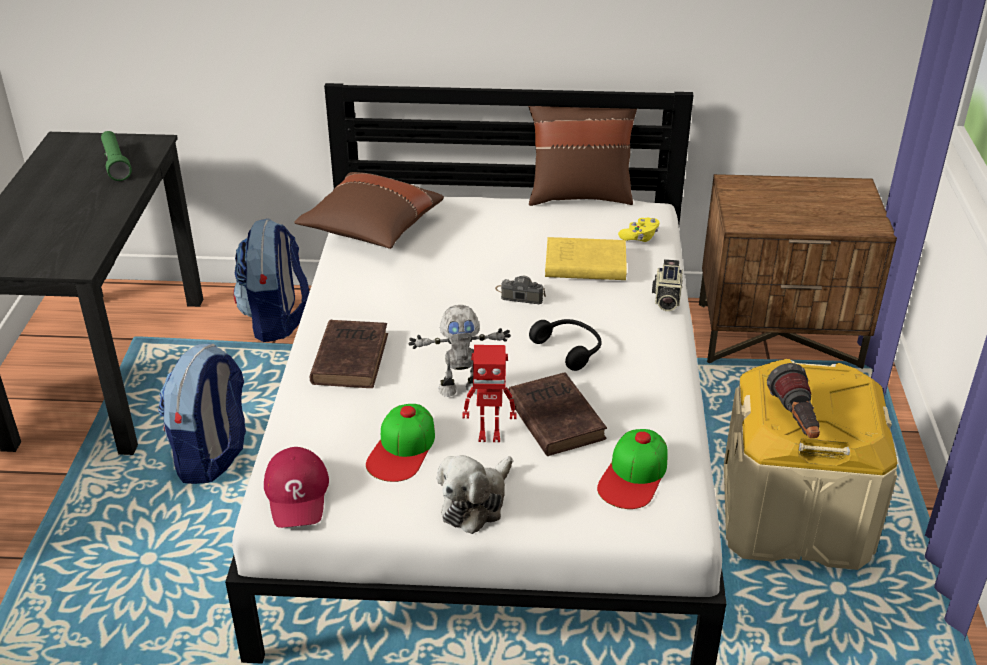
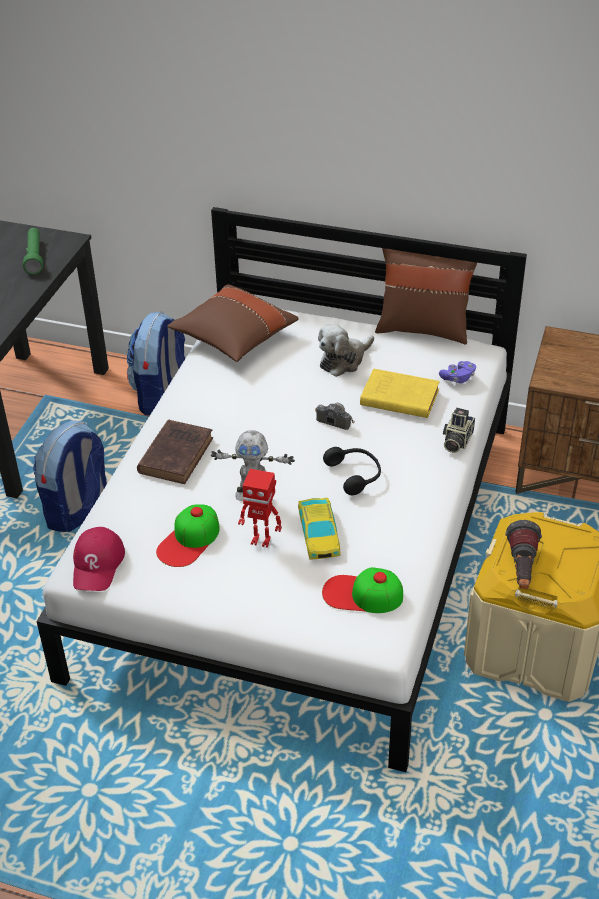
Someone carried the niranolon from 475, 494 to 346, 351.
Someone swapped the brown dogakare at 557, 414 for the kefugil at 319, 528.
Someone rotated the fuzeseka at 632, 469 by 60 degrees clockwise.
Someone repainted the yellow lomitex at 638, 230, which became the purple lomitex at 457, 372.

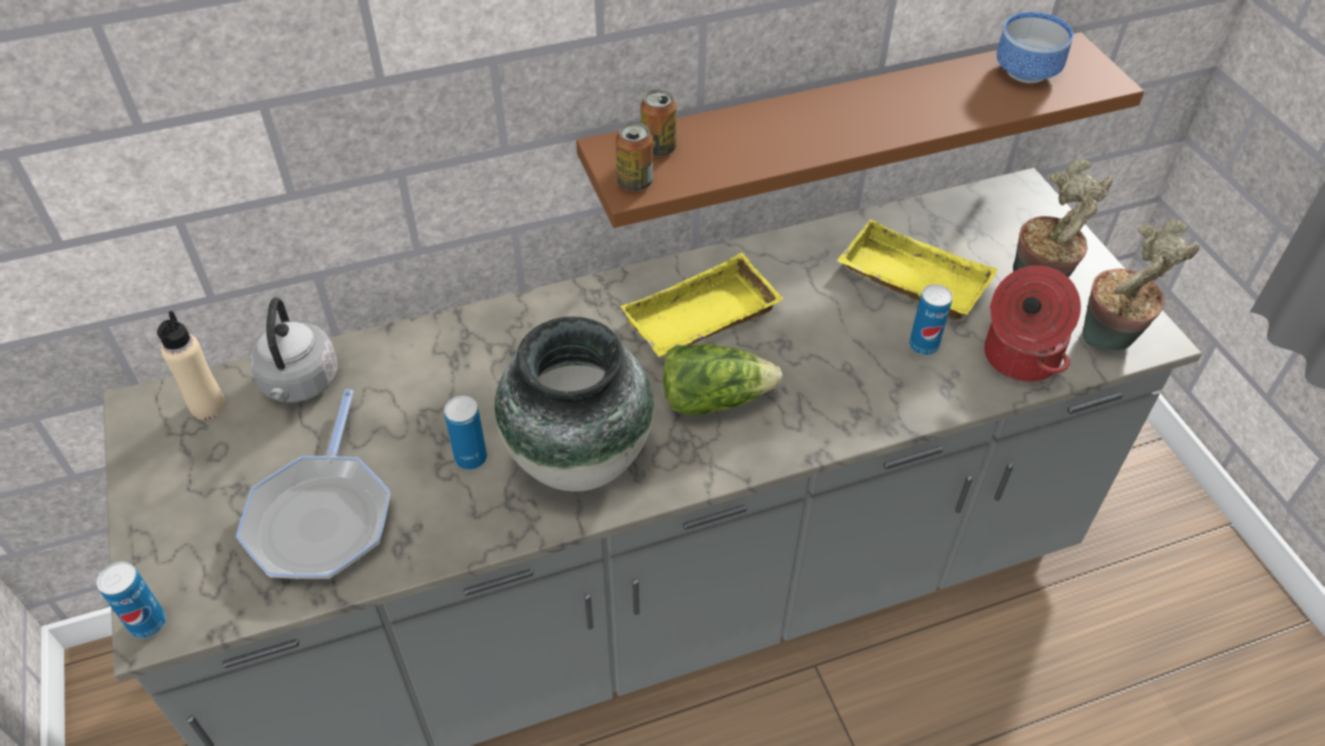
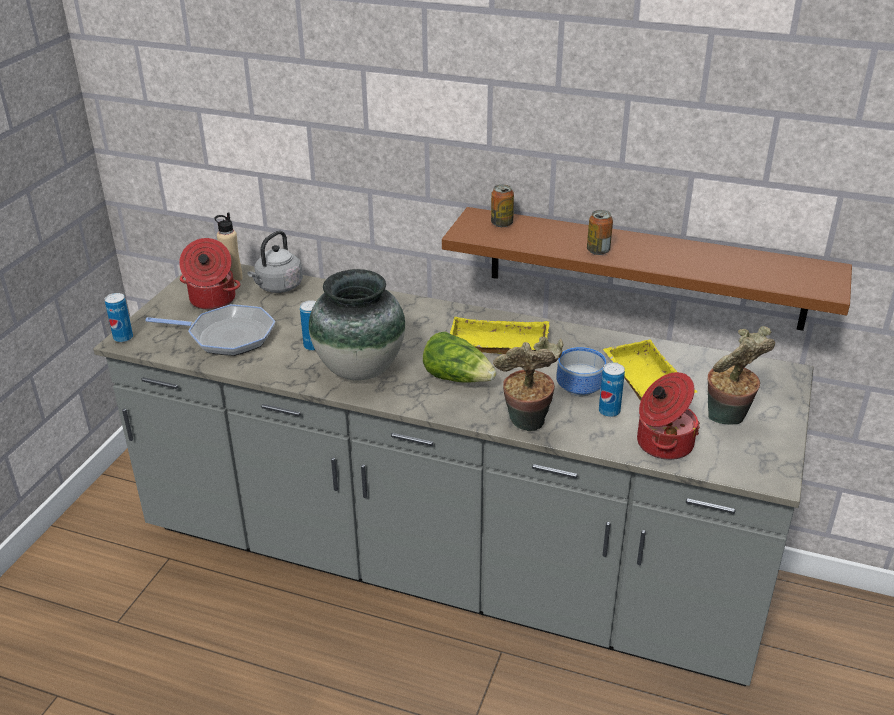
Someone rotated the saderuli at 313, 484 by 120 degrees counterclockwise.
Someone carried the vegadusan from 634, 156 to 600, 232.
Someone carried the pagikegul from 1034, 47 to 581, 371.
Someone carried the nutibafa from 1141, 284 to 528, 384.
Someone put down the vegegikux at 209, 274.

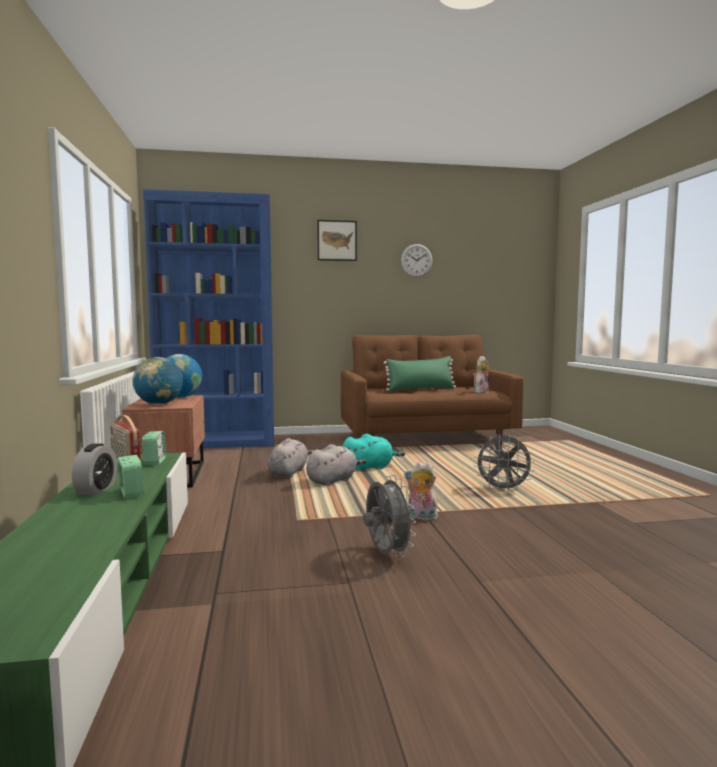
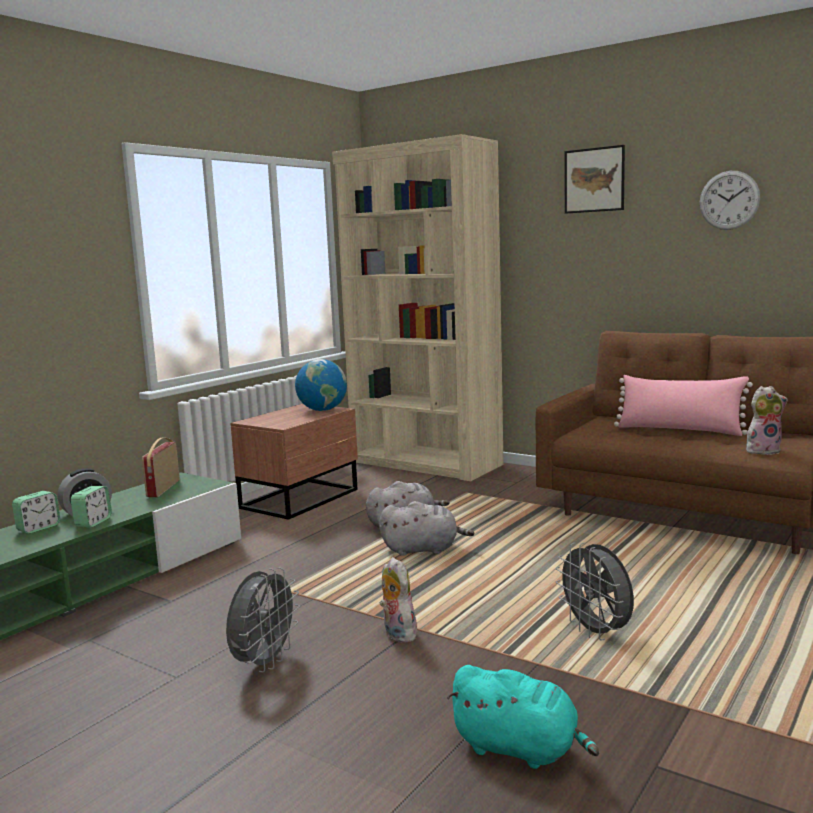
Someone took away the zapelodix at 157, 381.
Someone carried the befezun from 154, 448 to 36, 512.
Someone repainted the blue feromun at 208, 319, which became the beige feromun at 418, 307.
Someone carried the turquoise niranolon from 374, 452 to 522, 717.
Someone repainted the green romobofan at 420, 373, which became the pink romobofan at 683, 405.

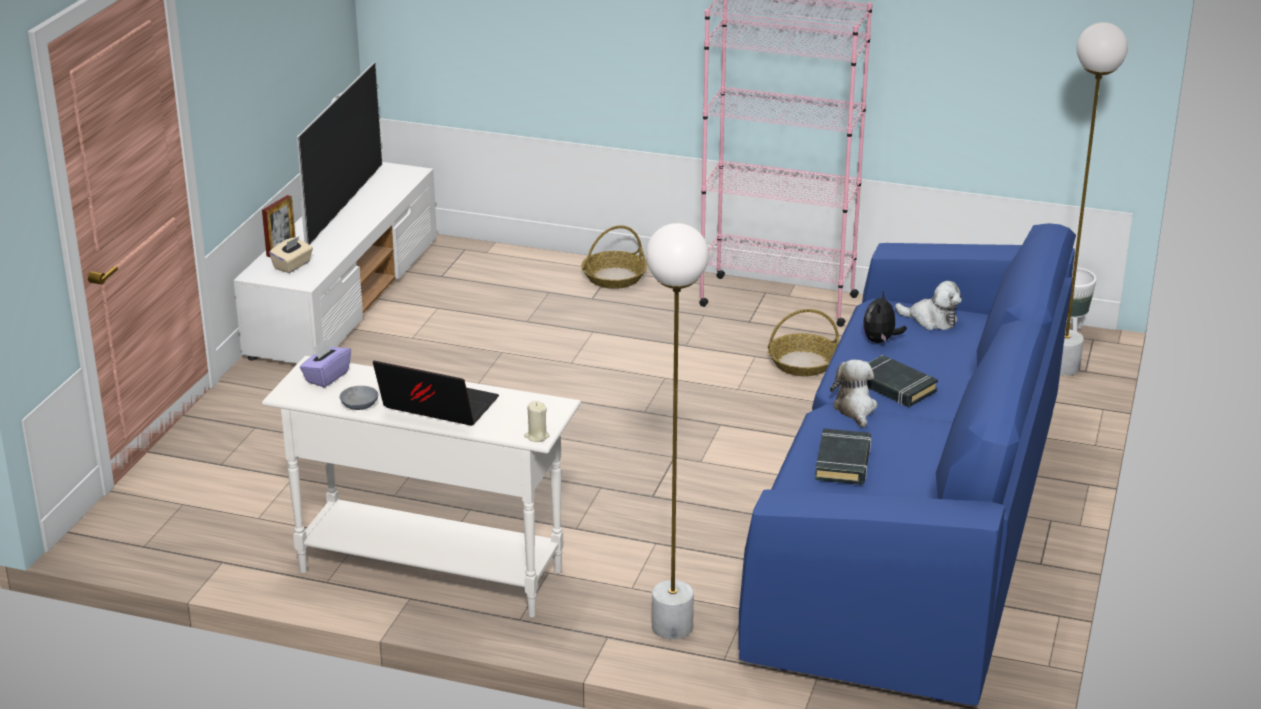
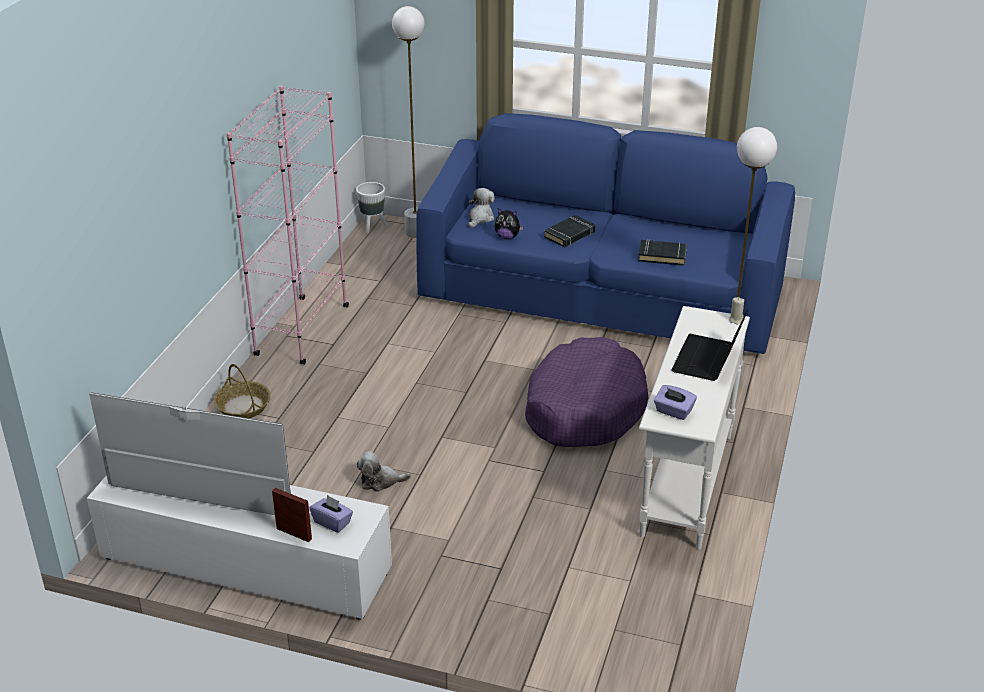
Someone repainted the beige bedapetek at 291, 255, which became the purple bedapetek at 331, 514.
Someone took away the grey pagikegul at 359, 398.
Someone took away the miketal at 803, 342.
Someone carried the niranolon from 853, 393 to 384, 471.
Someone put down the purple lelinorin at 587, 392.

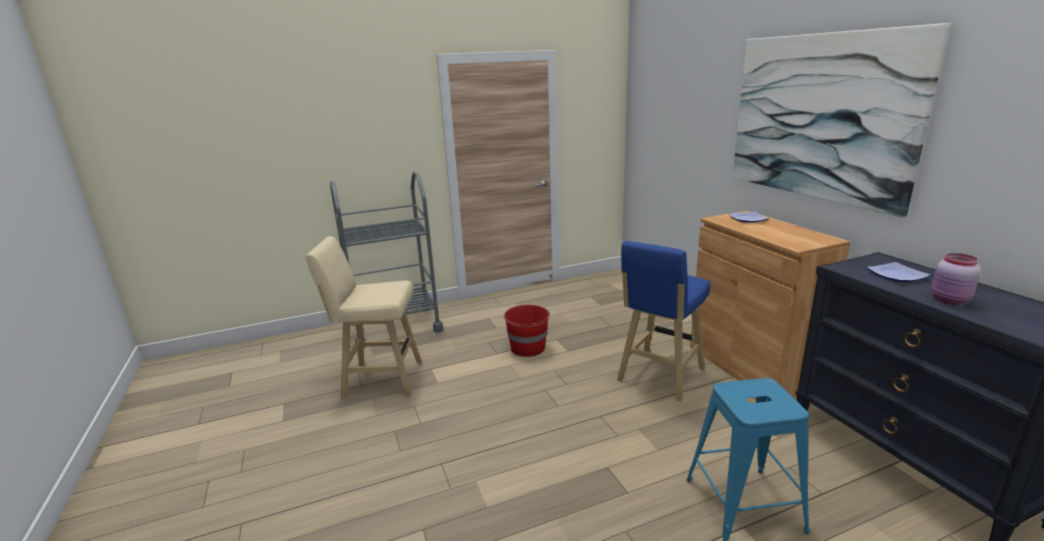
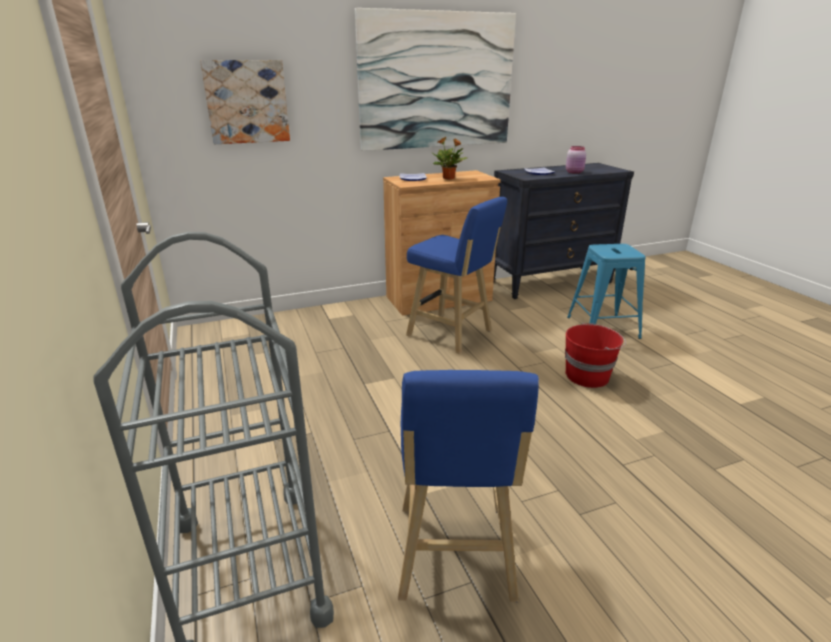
Someone repainted the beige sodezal at 363, 317, which became the blue sodezal at 468, 486.
Someone carried the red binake from 527, 331 to 595, 355.
Someone put up the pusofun at 245, 102.
Someone put down the nutibafa at 449, 158.

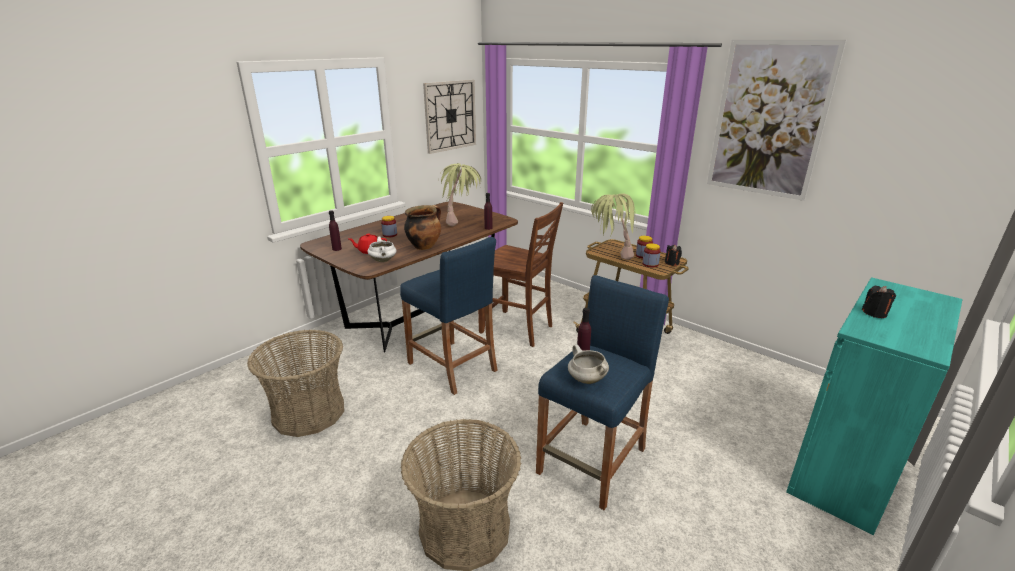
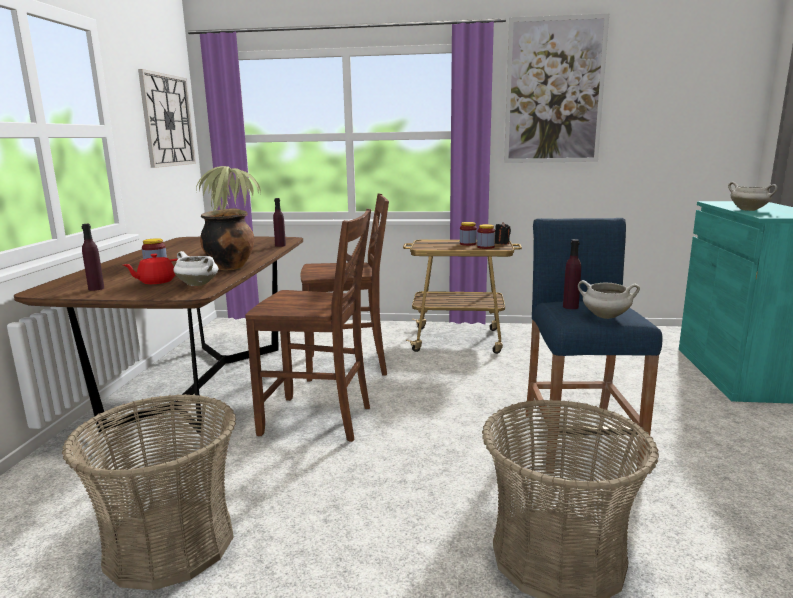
Someone swapped the blue sodezal at 449, 316 for the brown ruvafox at 308, 325.
Someone took away the nutibafa at 614, 226.
Someone swapped the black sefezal at 879, 302 for the white vegegikux at 753, 196.

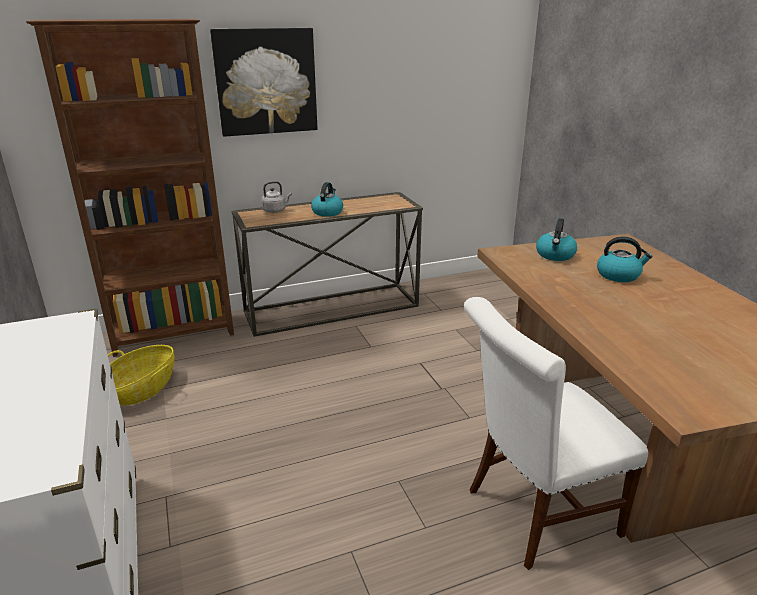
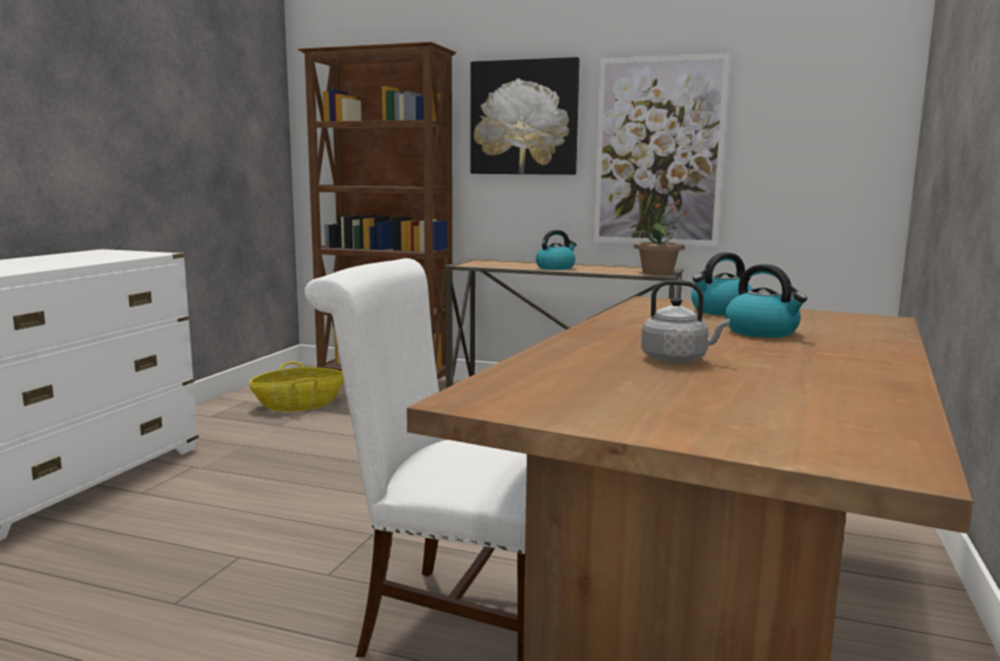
Someone carried the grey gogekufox from 276, 197 to 685, 321.
Someone put up the pusofun at 662, 149.
Someone put down the nutibafa at 660, 234.

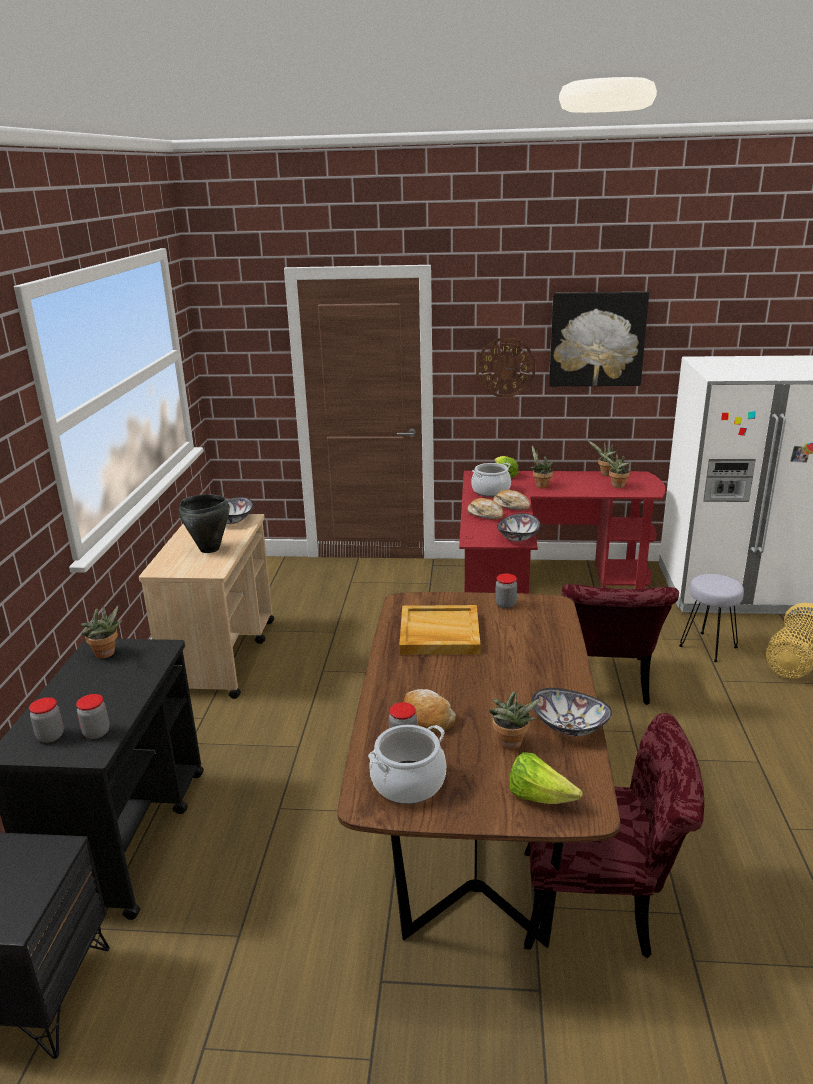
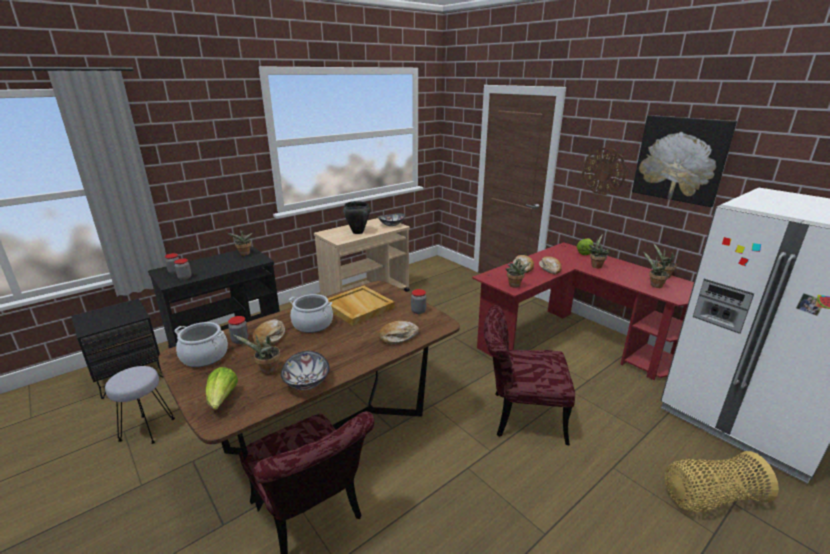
Someone carried the vegegikux from 491, 480 to 311, 313.
Someone swapped the pagikegul at 519, 527 for the nutibafa at 518, 273.
Someone rotated the red ruvafox at 620, 644 by 45 degrees clockwise.
Someone carried the grey sodezal from 711, 618 to 140, 405.
Someone put down the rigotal at 399, 332.

